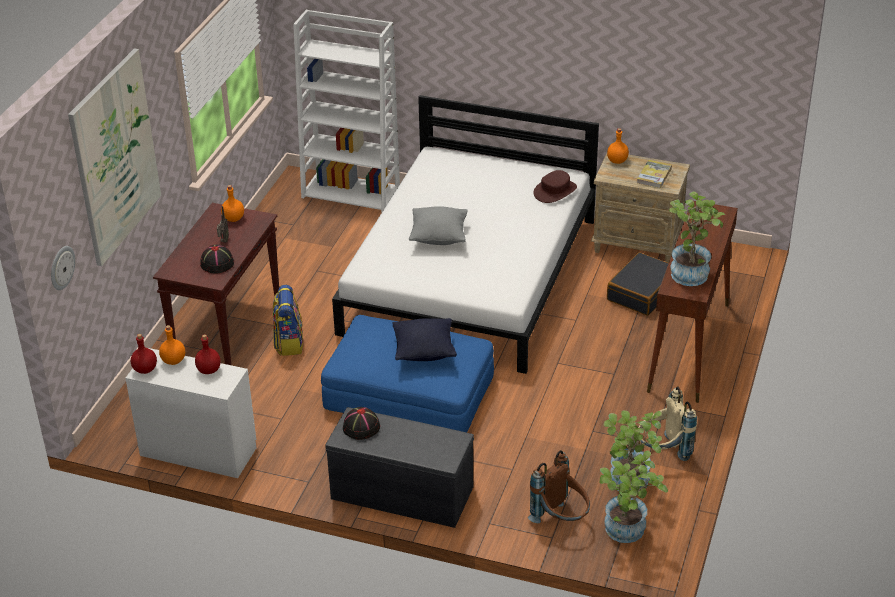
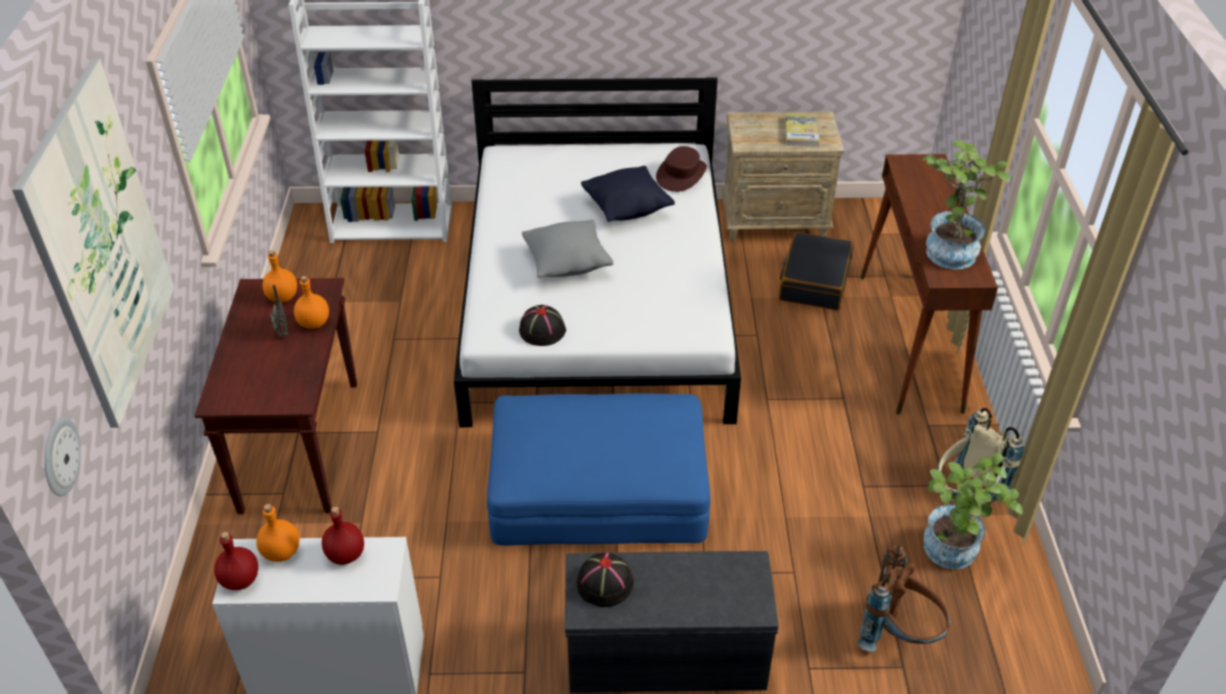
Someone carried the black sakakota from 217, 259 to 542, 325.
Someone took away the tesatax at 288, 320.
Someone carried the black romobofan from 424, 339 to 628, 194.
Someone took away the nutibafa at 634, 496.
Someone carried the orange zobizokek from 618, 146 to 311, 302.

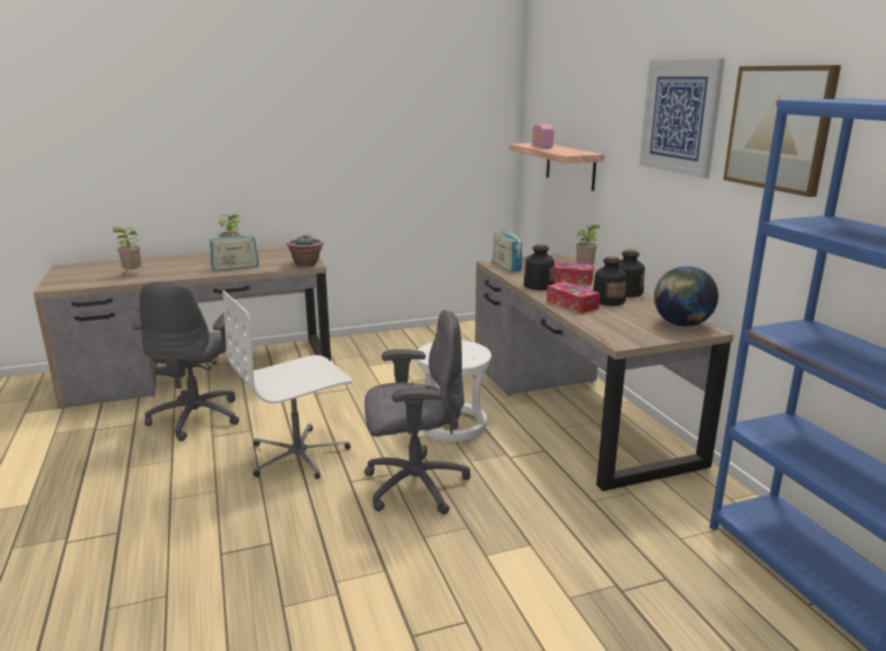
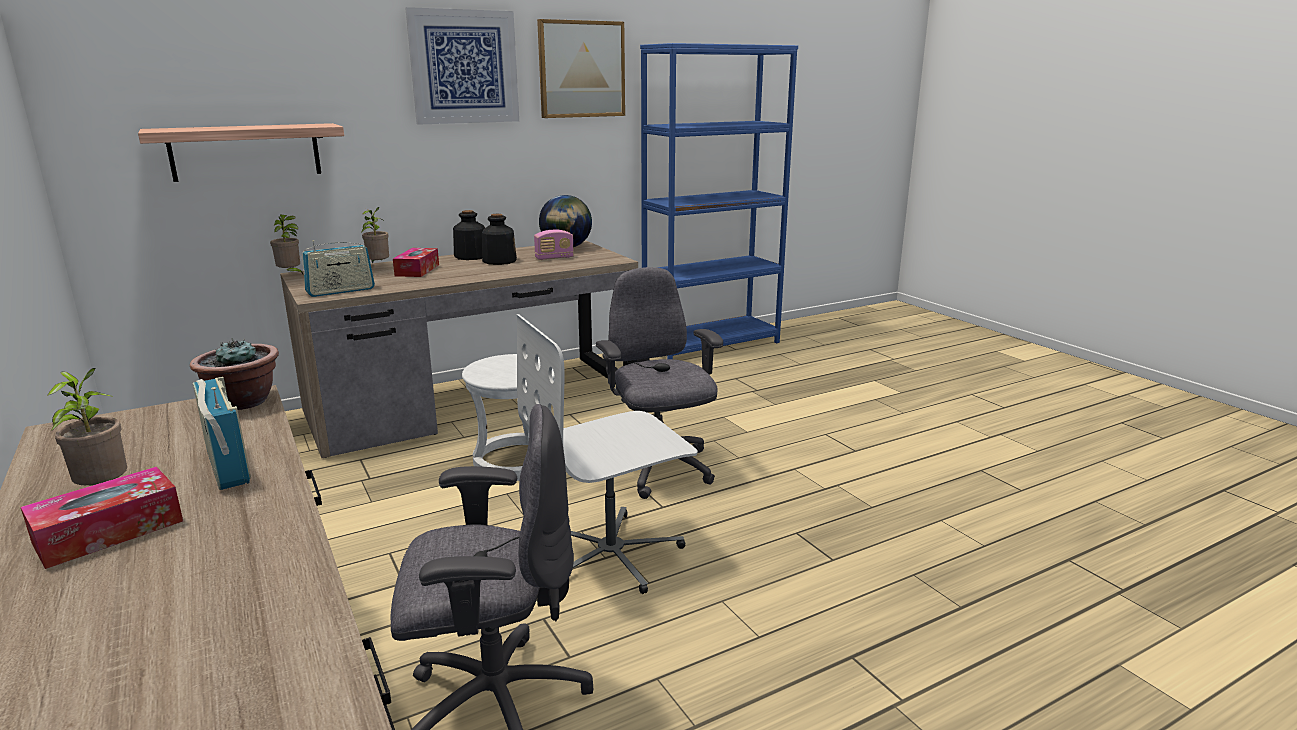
Someone carried the nutibafa from 127, 251 to 287, 245.
Someone rotated the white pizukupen at 287, 384 by 105 degrees clockwise.
Someone took away the zobizokek at 539, 267.
Someone carried the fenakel from 543, 136 to 554, 245.
Someone carried the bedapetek from 573, 298 to 102, 517.

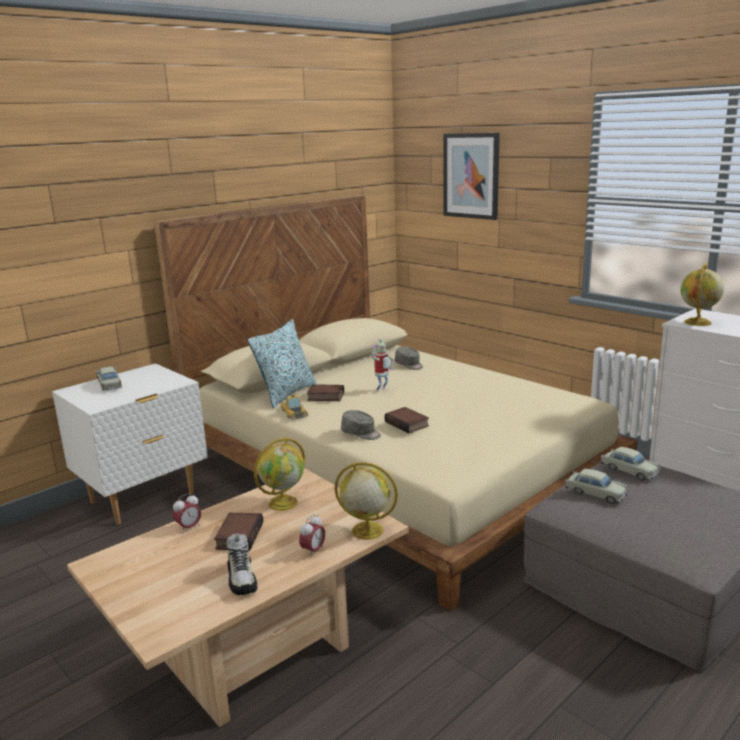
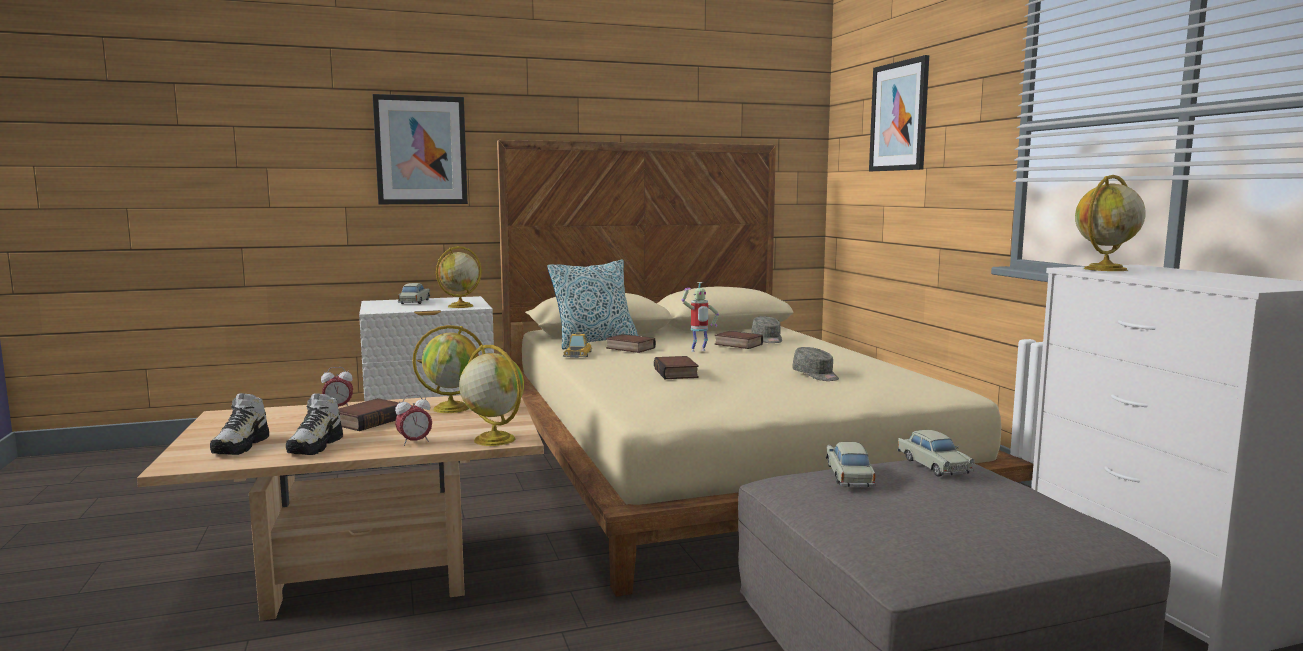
Someone carried the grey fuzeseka from 361, 425 to 815, 364.
Someone rotated the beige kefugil at 596, 486 by 150 degrees counterclockwise.
Someone put down the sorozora at 239, 424.
Someone put up the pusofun at 420, 149.
Someone put down the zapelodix at 459, 277.
Someone put down the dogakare at 739, 340.

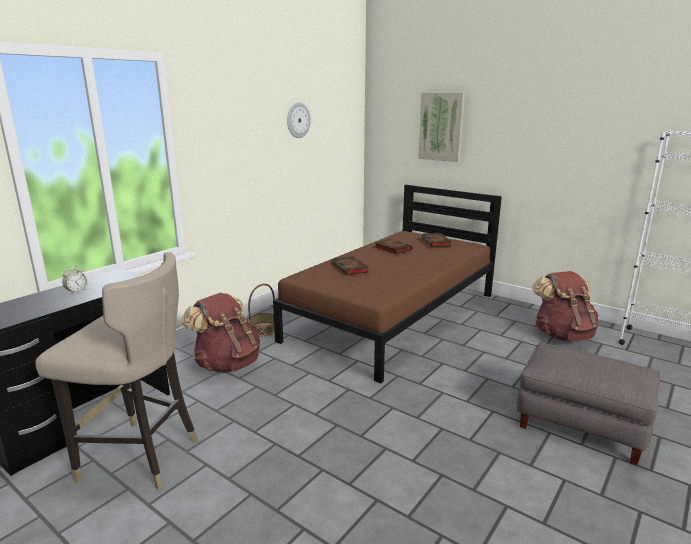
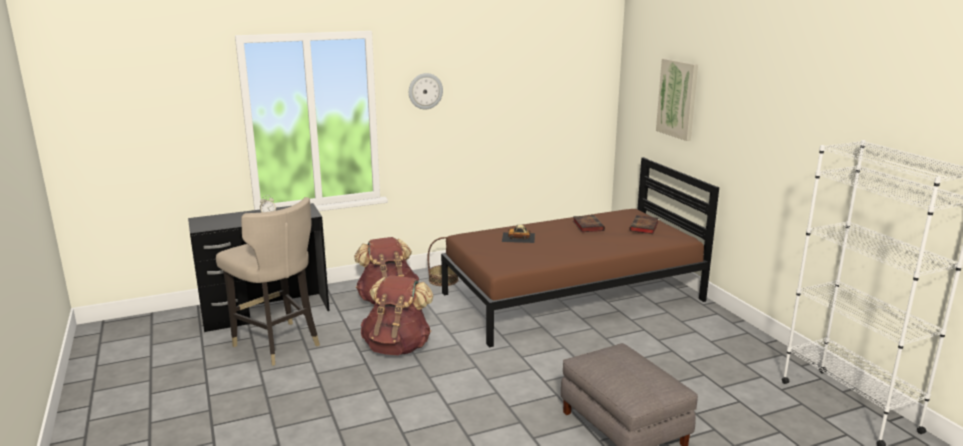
Someone carried the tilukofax from 299, 120 to 426, 91.
Someone swapped the dogakare at 350, 265 for the kefugil at 518, 234.
Someone carried the brown tesatax from 565, 306 to 397, 315.

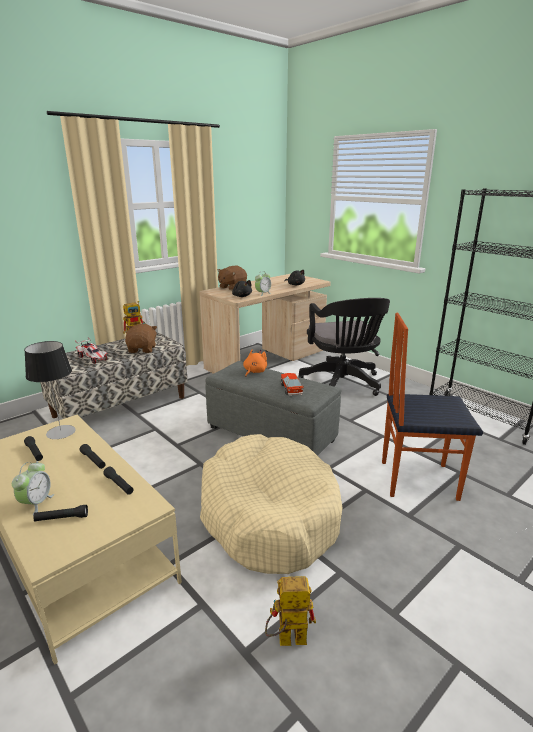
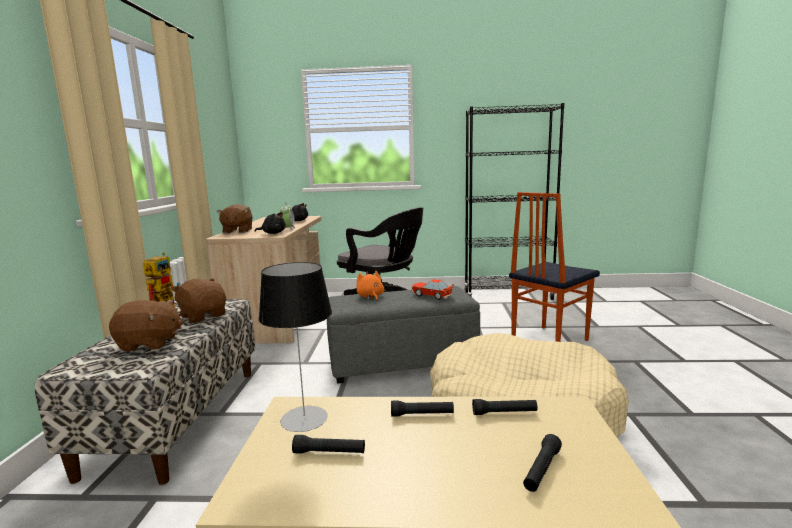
Someone took away the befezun at 33, 488.
Someone swapped the kefugil at 91, 351 for the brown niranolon at 146, 325.
Someone took away the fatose at 290, 611.

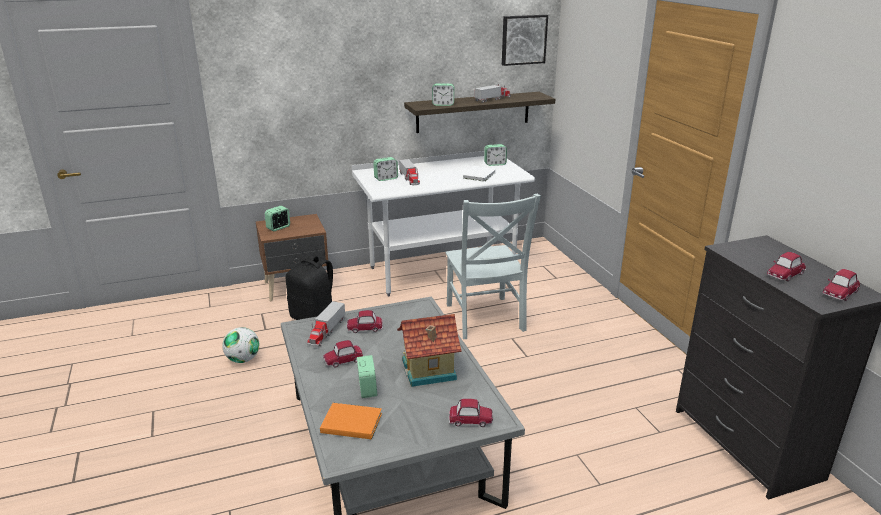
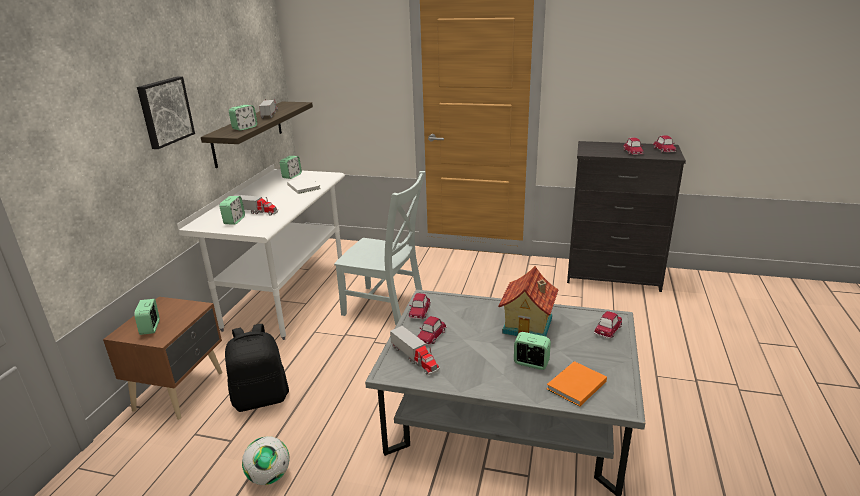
Someone carried the kefugil from 343, 354 to 419, 306.
Someone carried the pusofun from 525, 40 to 166, 112.

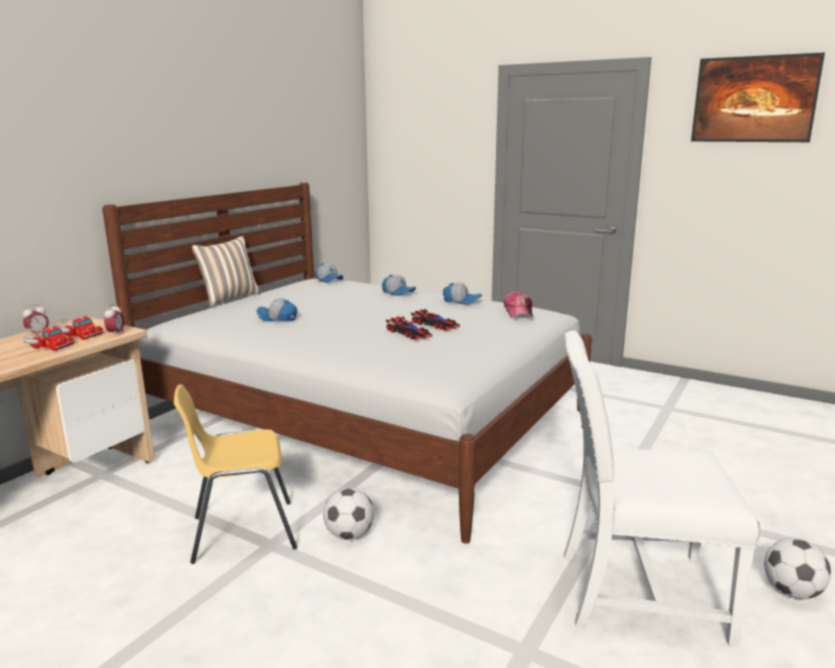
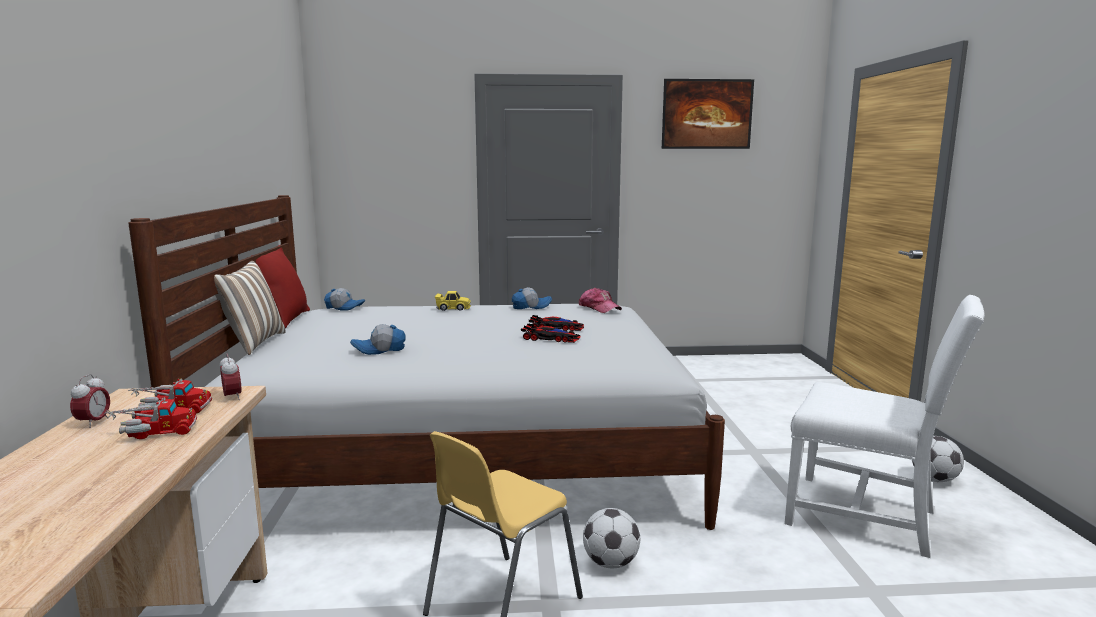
Someone swapped the fuzeseka at 399, 285 for the yellow kefugil at 453, 301.
Someone rotated the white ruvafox at 662, 488 by 120 degrees counterclockwise.
Someone put down the red romobofan at 281, 286.

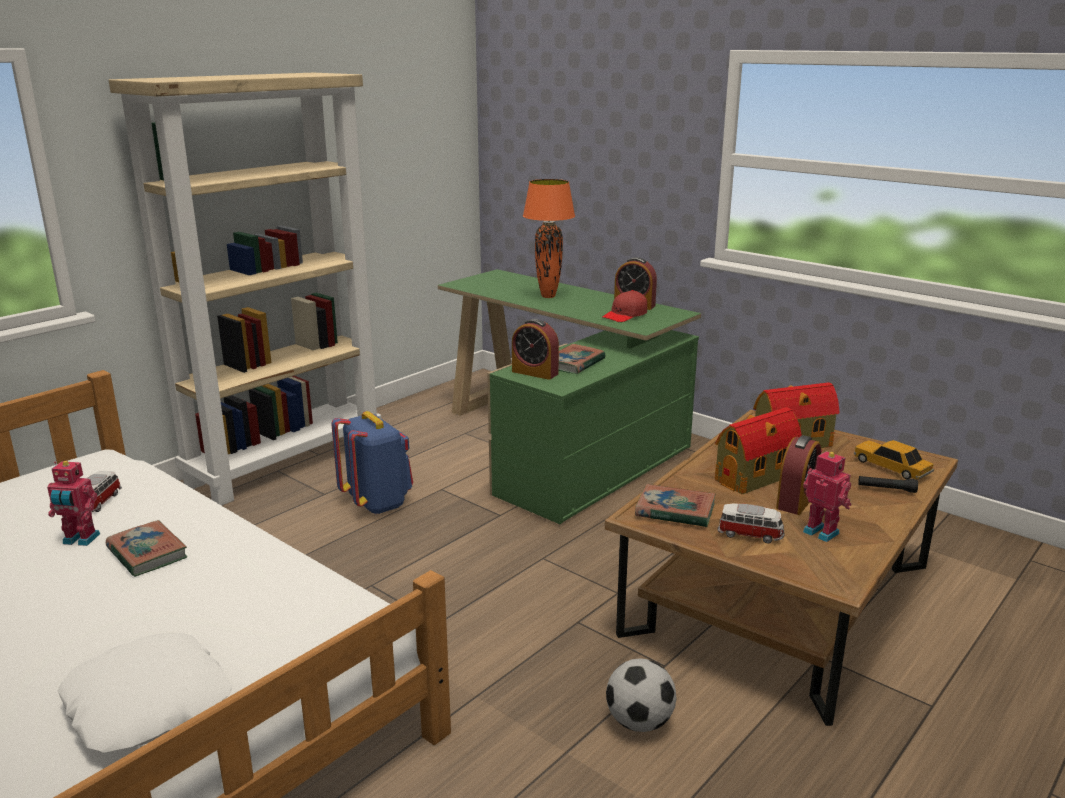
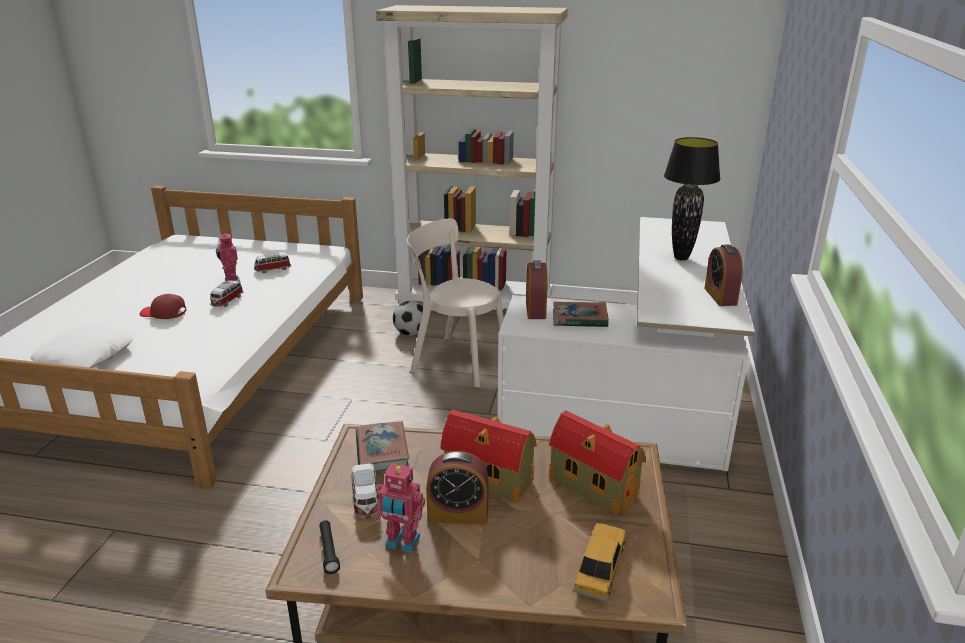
Someone swapped the dogakare at 147, 548 for the kefugil at 227, 293.
Someone swapped the blue tesatax at 372, 463 for the beige ruvafox at 455, 303.
Someone repainted the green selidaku at 569, 396, which became the white selidaku at 626, 344.
Someone repainted the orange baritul at 549, 238, which became the black baritul at 692, 199.
Someone carried the red fuzeseka from 624, 306 to 163, 306.
Someone carried the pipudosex from 641, 695 to 408, 318.
Someone rotated the fatose at 827, 496 by 90 degrees clockwise.
Someone carried the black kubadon from 888, 484 to 329, 547.

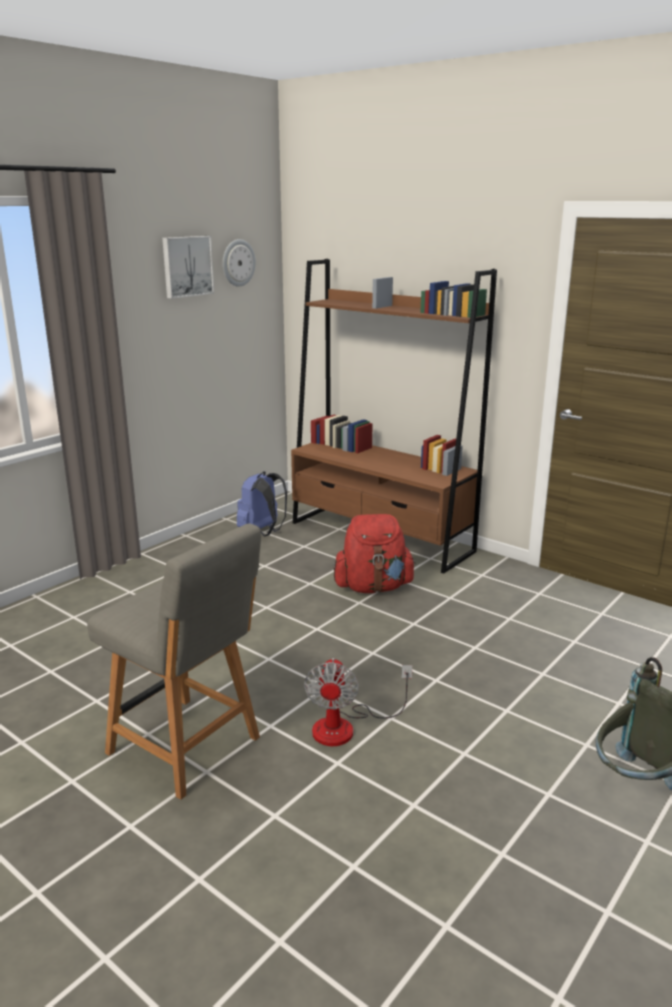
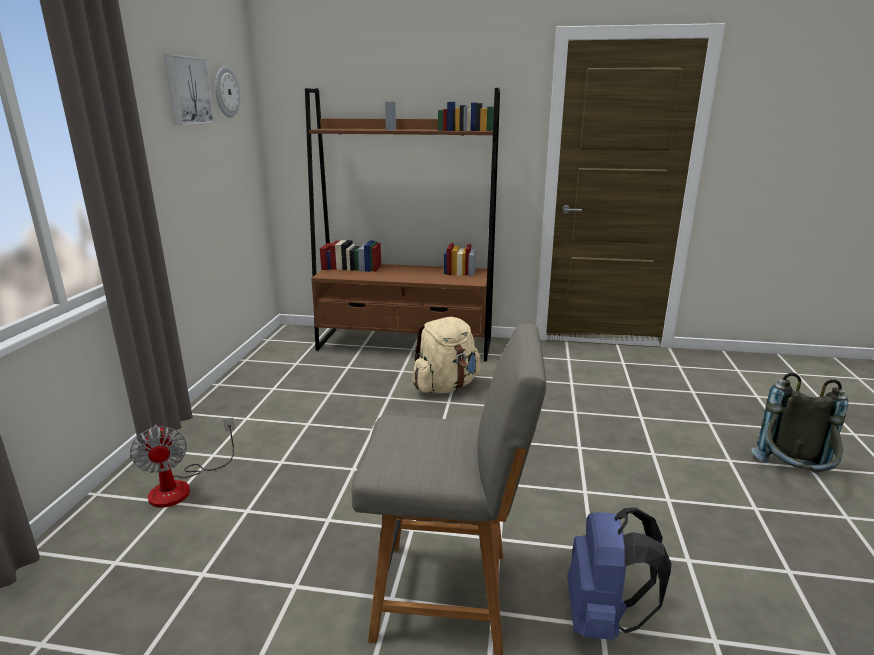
Someone carried the blue tesatax from 262, 504 to 620, 574.
Someone carried the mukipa from 358, 702 to 182, 463.
Someone repainted the red tesatax at 374, 553, which became the beige tesatax at 446, 355.

